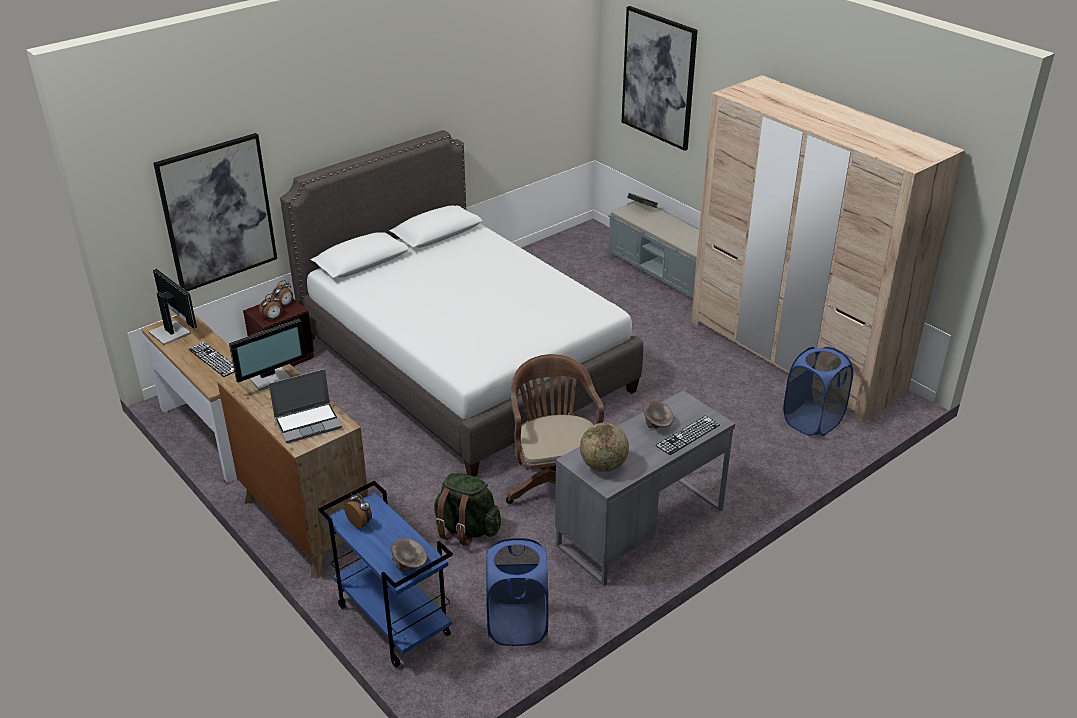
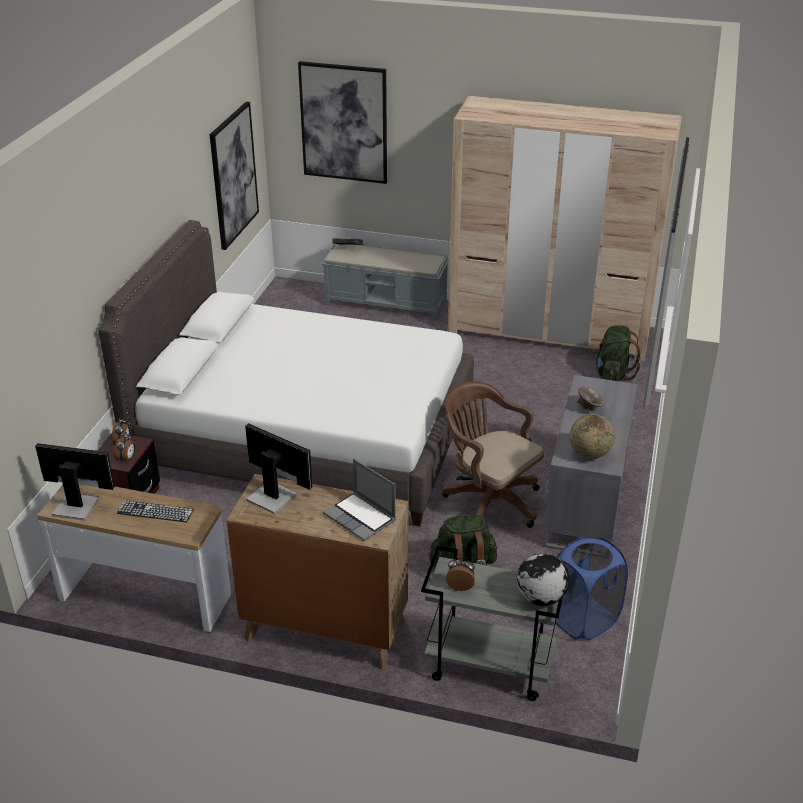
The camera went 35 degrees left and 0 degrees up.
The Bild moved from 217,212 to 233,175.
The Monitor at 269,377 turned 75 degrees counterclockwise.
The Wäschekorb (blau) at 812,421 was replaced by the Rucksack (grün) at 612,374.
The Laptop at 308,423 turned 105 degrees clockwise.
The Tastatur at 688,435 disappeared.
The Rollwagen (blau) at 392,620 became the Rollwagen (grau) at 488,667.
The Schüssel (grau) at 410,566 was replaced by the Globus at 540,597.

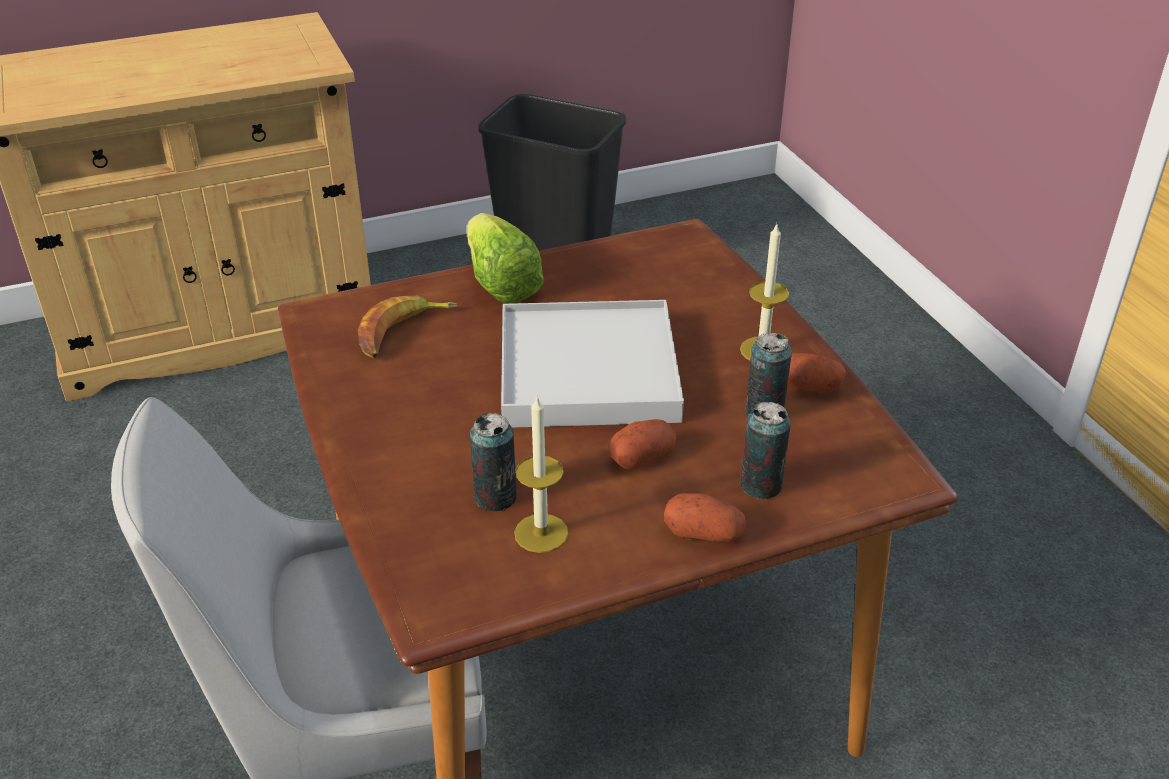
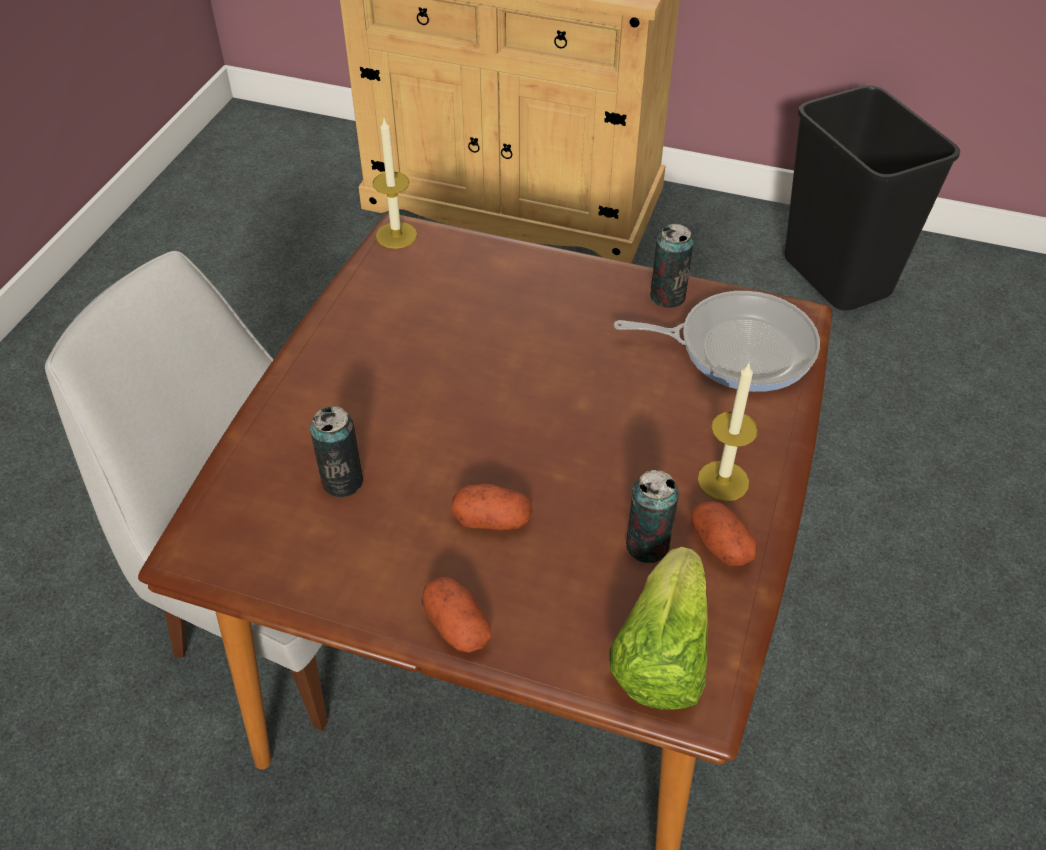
The camera went 40 degrees right and 10 degrees up.
The Salatkopf moved from 500,283 to 661,654.
The Banane at 402,332 disappeared.
The Tablett (weiß) at 587,371 disappeared.
The Kerze moved from 541,533 to 396,235.
The Dose moved from 761,485 to 667,296.
The Pfanne at 738,347 appeared.

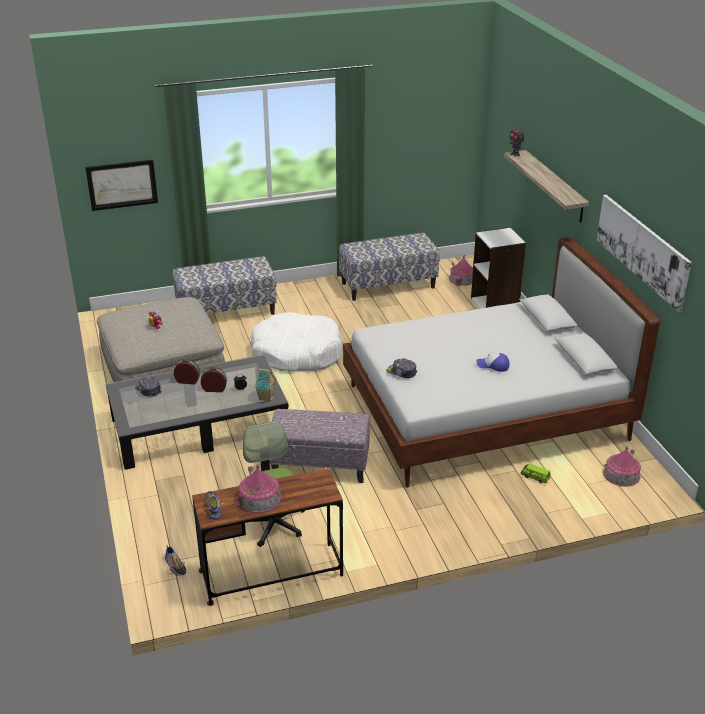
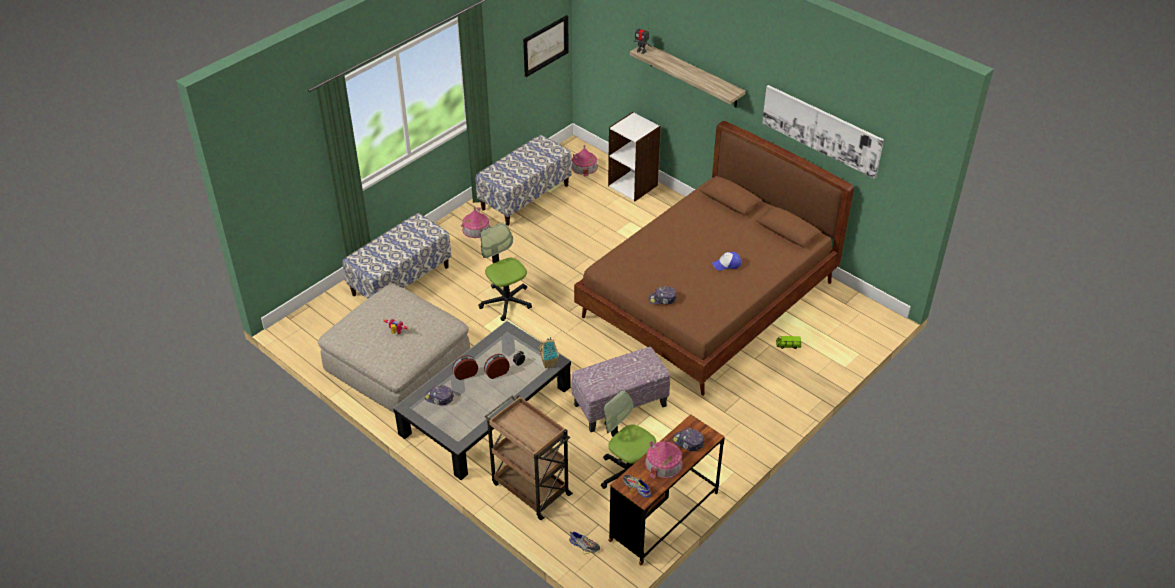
The camera went 30 degrees left and 10 degrees up.
The Bild moved from 122,184 to 545,45.
The Bett (weiß) at 484,413 became the Bett (braun) at 708,301.
The Hundebett (weiß) at 297,353 was replaced by the Bürostuhl at 506,301.
The Spielzeughaus moved from 621,474 to 476,228.
The Rollwagen (braun) at 530,488 appeared.
The Kappe at 688,442 appeared.

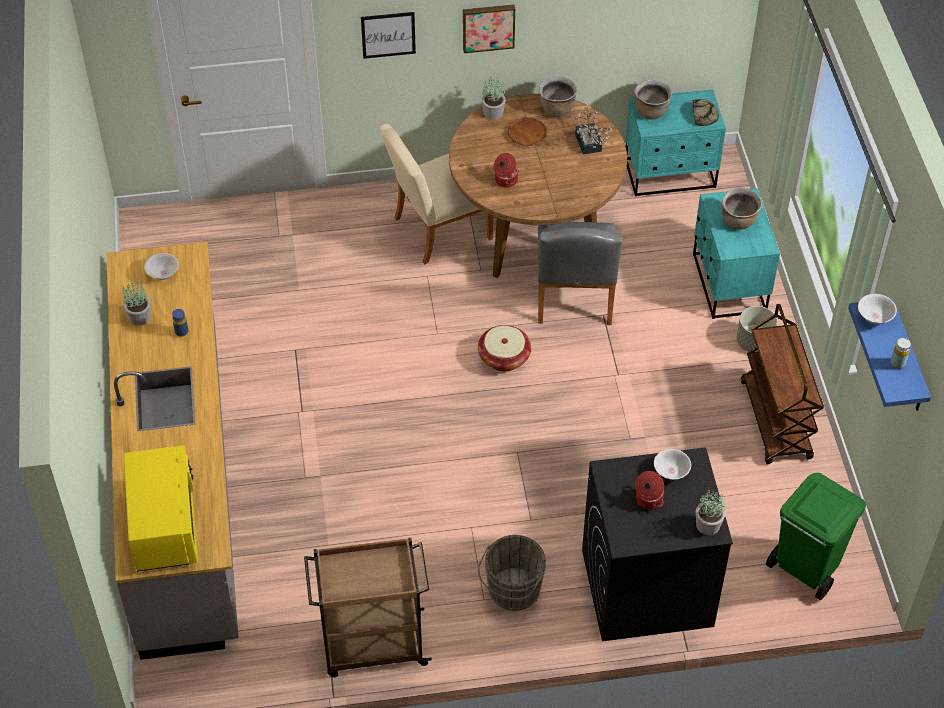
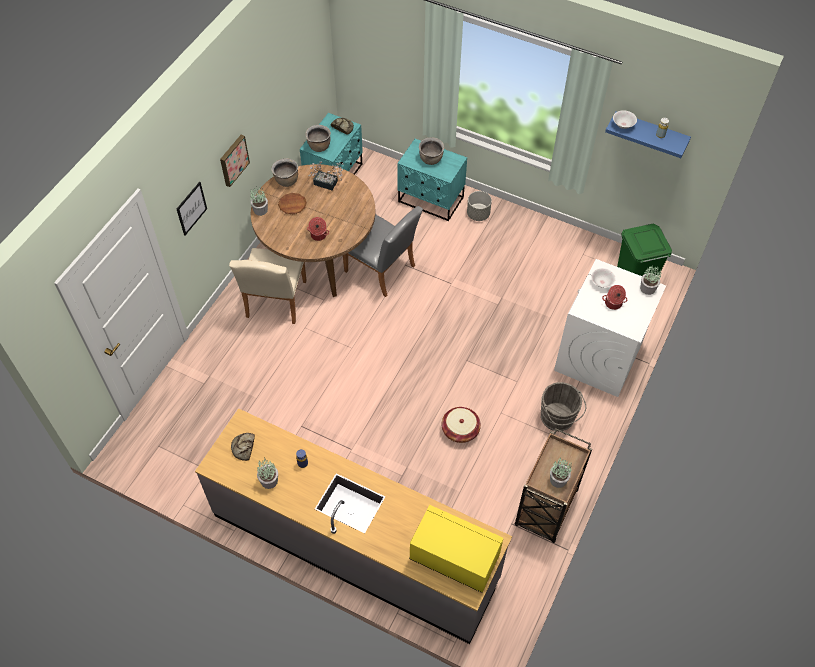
The camera went 55 degrees left and 5 degrees up.
The Schüssel (weiß) at 163,274 was replaced by the Brot at 244,448.
The Rollwagen (braun) at 776,421 disappeared.
The Korb moved from 504,357 to 460,430.
The Waschmaschine (schwarz) at 646,588 became the Waschmaschine (weiß) at 598,357.
The Topfpflanze at 558,480 appeared.

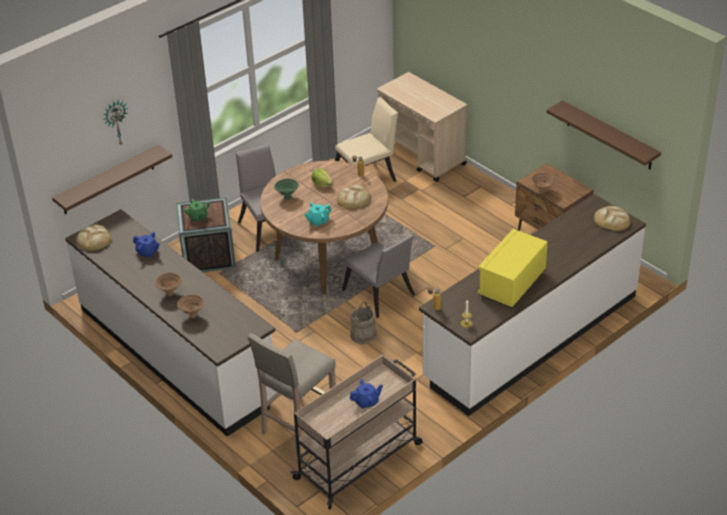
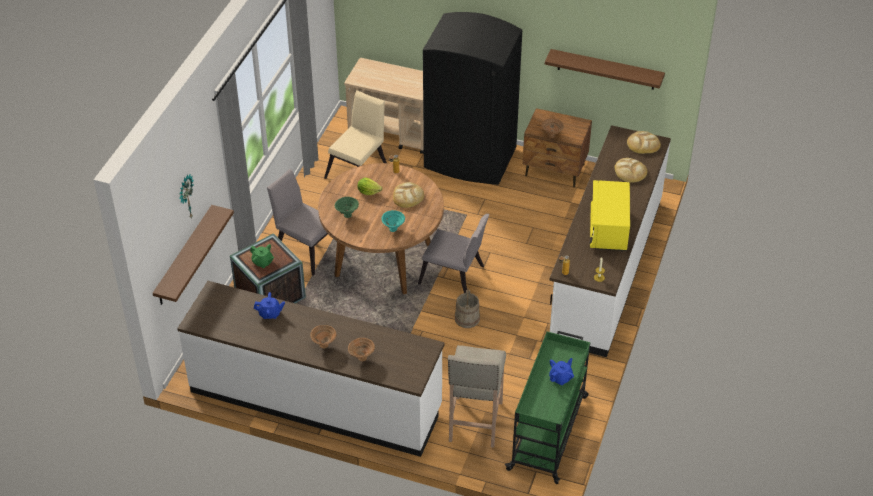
The camera went 30 degrees left and 5 degrees up.
The Teekanne (türkis) at 318,221 was replaced by the Schüssel (türkis) at 393,228.
The Brot moved from 94,240 to 630,172.
The Rollwagen (beige) at 359,460 became the Rollwagen (grün) at 548,431.
The Kühlschrank (schwarz) at 470,159 appeared.

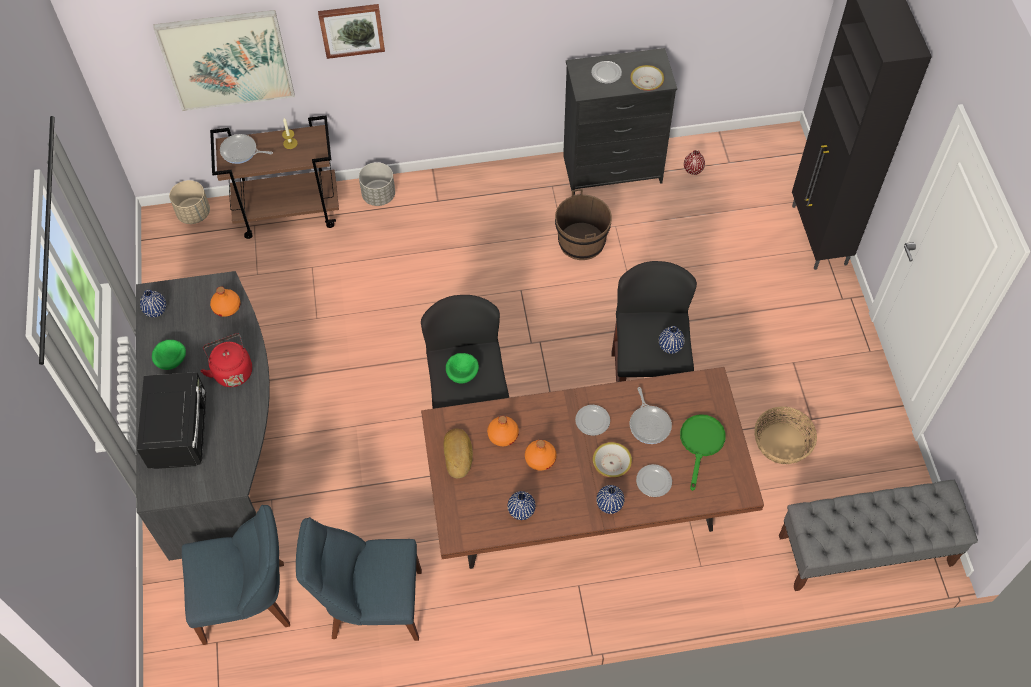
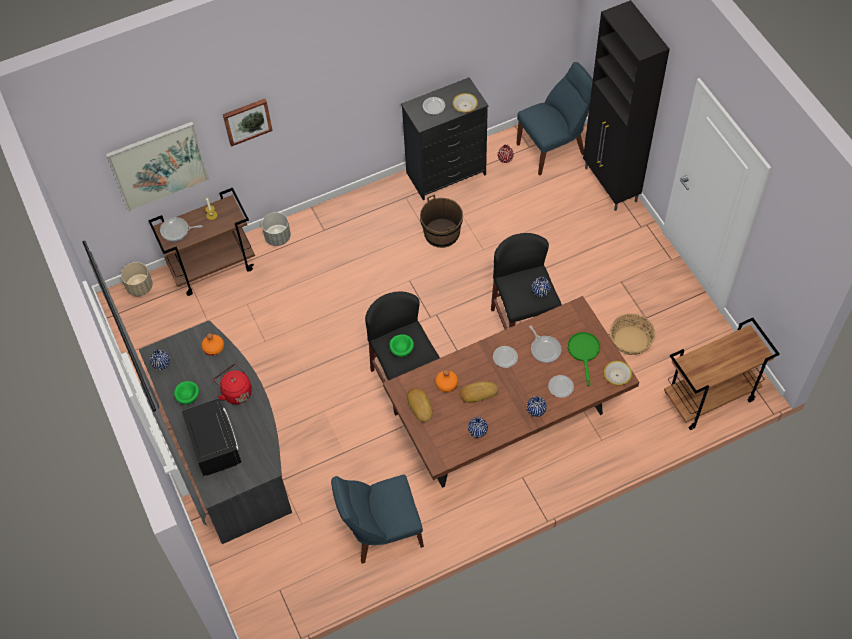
The camera went 15 degrees left and 0 degrees up.
The Flasche (orange) at 540,458 was replaced by the Brot at 478,393.
The Schüssel moved from 611,463 to 617,375.
The Bank (grau) at 864,550 was replaced by the Rollwagen (braun) at 709,398.
The Stuhl (blau) moved from 249,601 to 553,148.

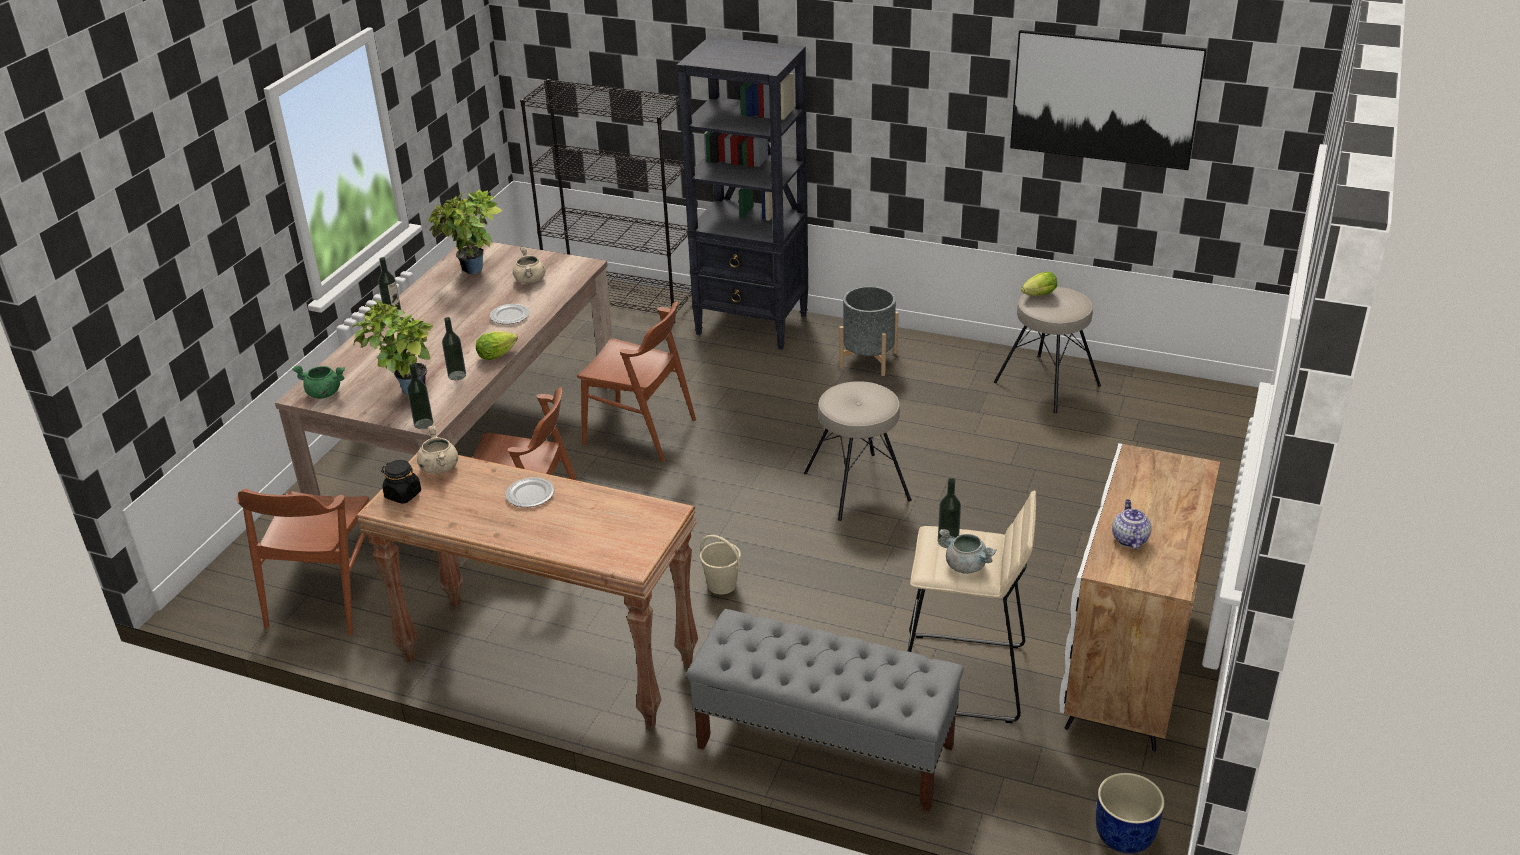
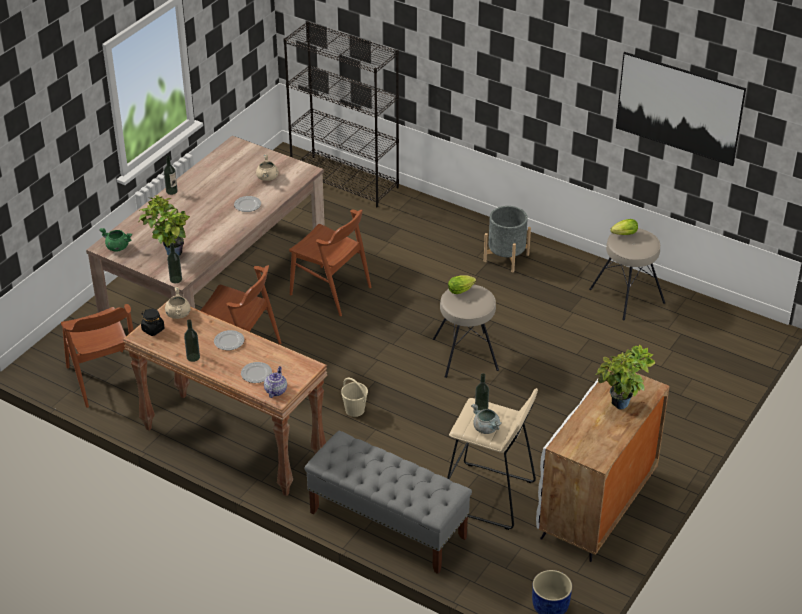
The camera went 10 degrees right and 5 degrees up.
The Bücherregal (schwarz) at 753,325 disappeared.
The Topfpflanze moved from 473,272 to 621,407.
The Flasche moved from 457,375 to 193,357.
The Salatkopf moved from 499,354 to 462,290.
The Stuhl (braun) at 327,597 turned 45 degrees counterclockwise.
The Teekanne moved from 1129,539 to 275,390.
The Teller at 256,374 appeared.

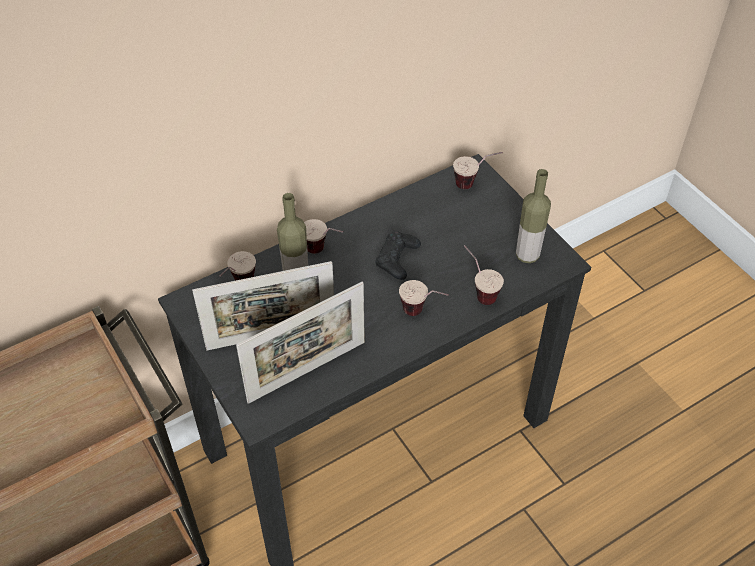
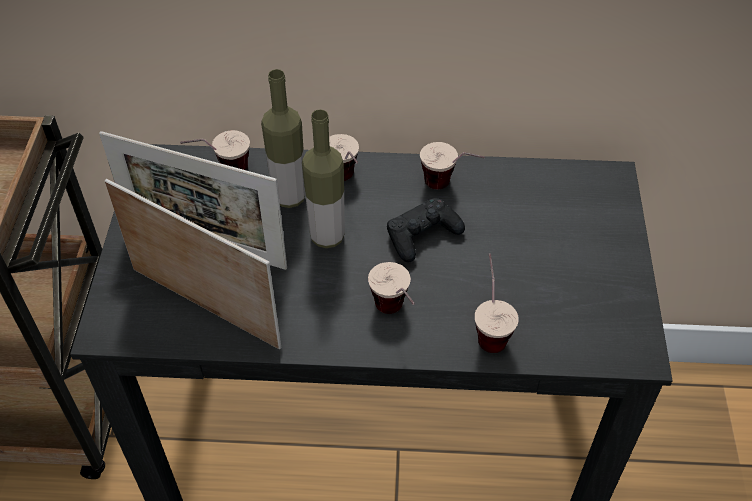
The camera went 35 degrees right and 0 degrees up.
The Tasse moved from 475,183 to 449,187.
The Flasche moved from 527,255 to 327,237.
The Bilderrahmen at 307,371 turned 150 degrees counterclockwise.

